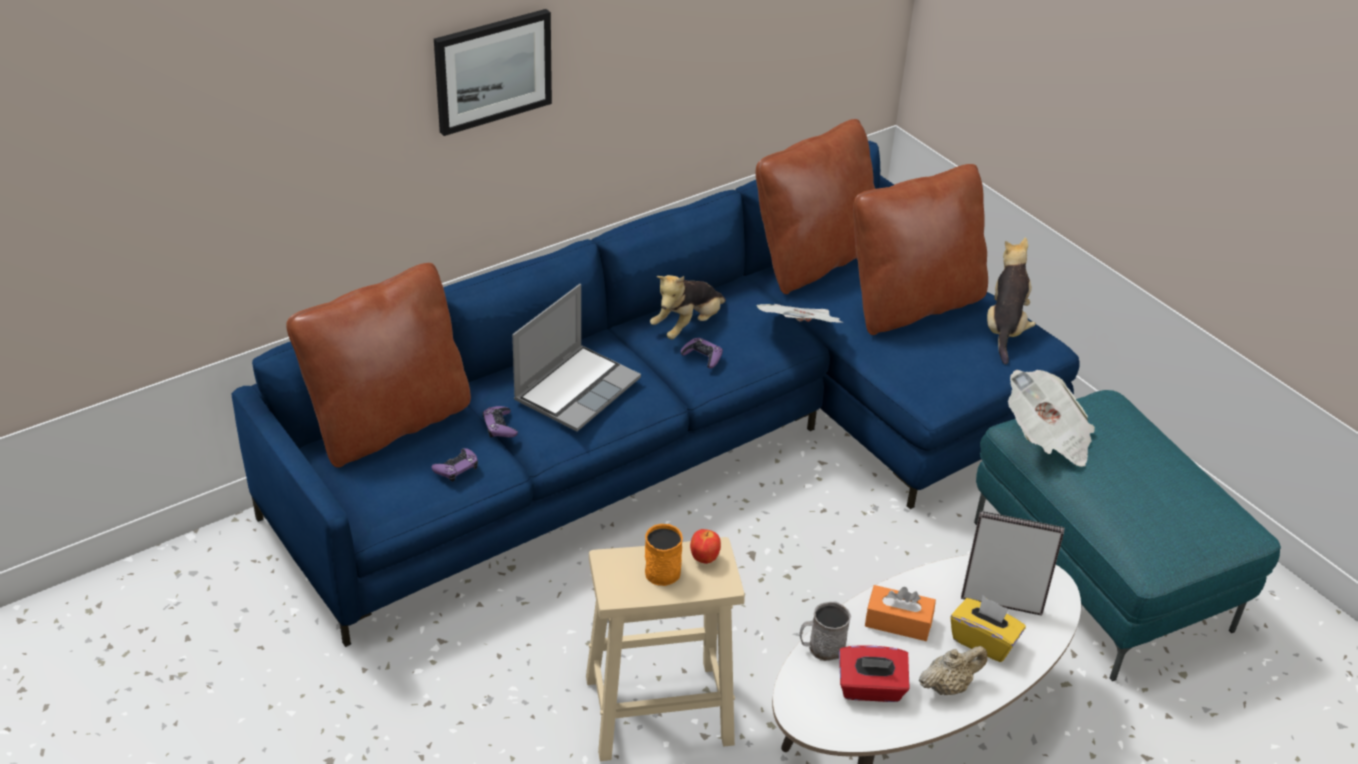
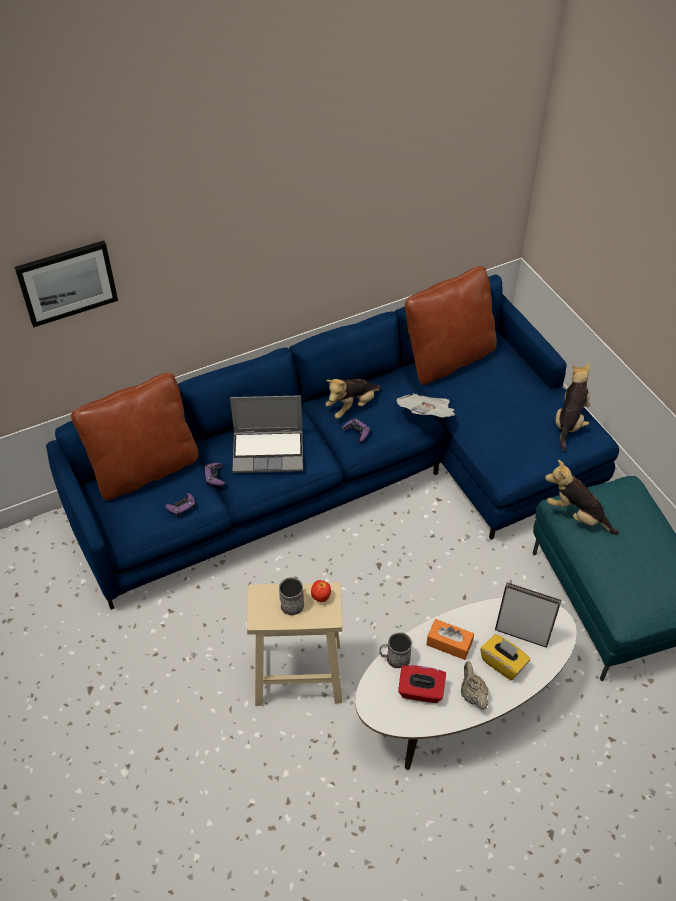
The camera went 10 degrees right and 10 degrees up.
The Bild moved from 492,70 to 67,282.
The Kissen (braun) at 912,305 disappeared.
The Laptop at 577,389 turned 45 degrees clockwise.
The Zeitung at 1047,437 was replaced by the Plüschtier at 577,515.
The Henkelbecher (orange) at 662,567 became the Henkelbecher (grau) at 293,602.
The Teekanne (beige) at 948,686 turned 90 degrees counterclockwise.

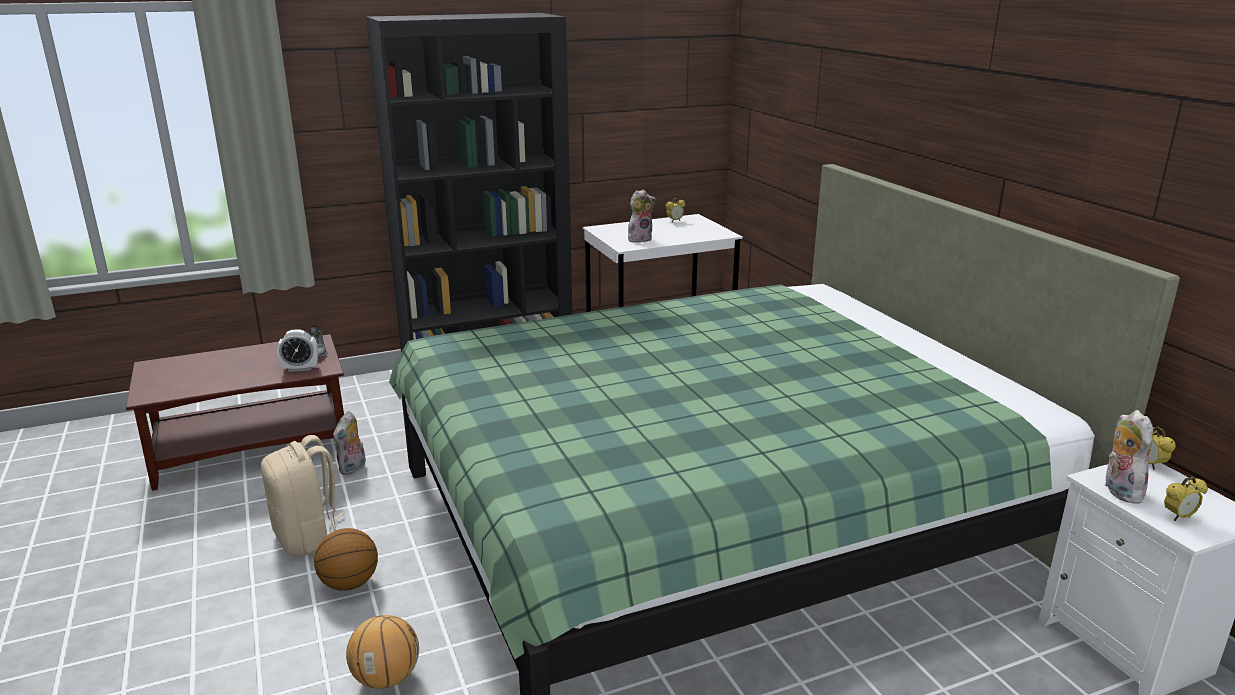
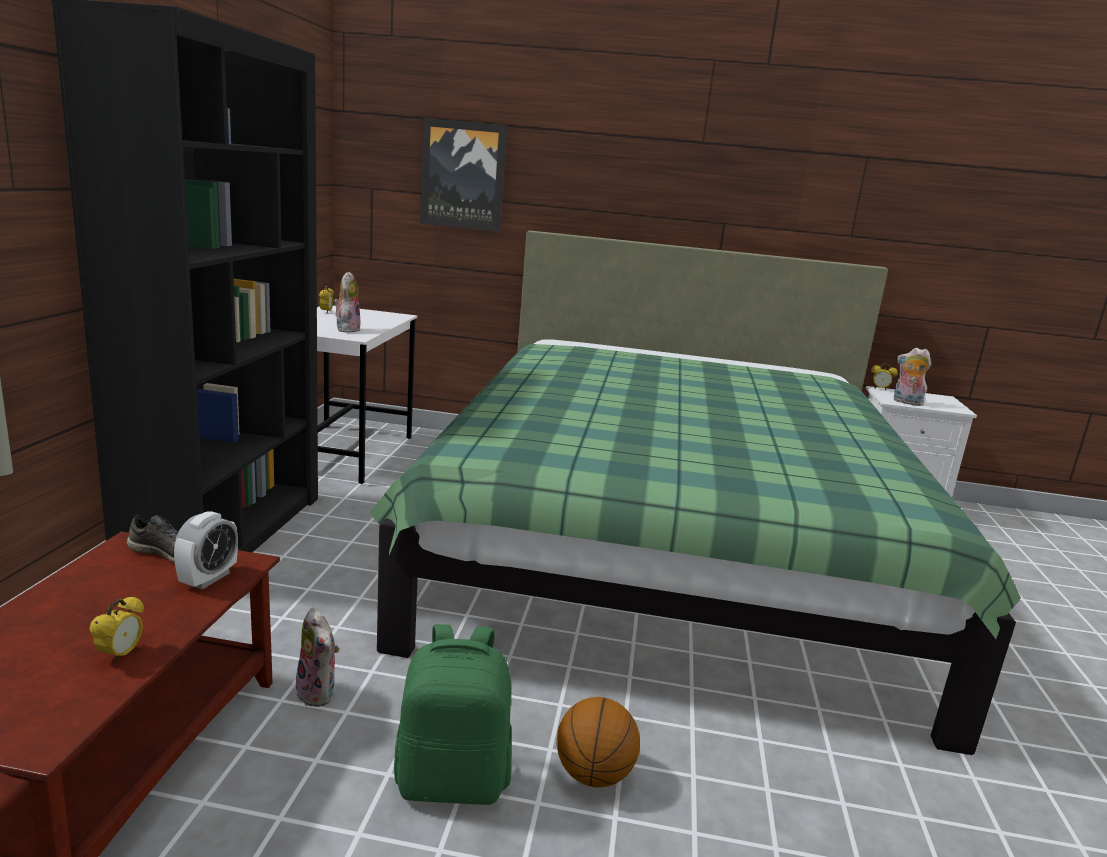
The camera went 60 degrees left and 5 degrees down.
The Rucksack (beige) at 309,537 became the Rucksack (grün) at 453,780.
The Wecker moved from 1178,517 to 121,655.
The Basketball at 386,678 disappeared.
The Bild at 463,175 appeared.

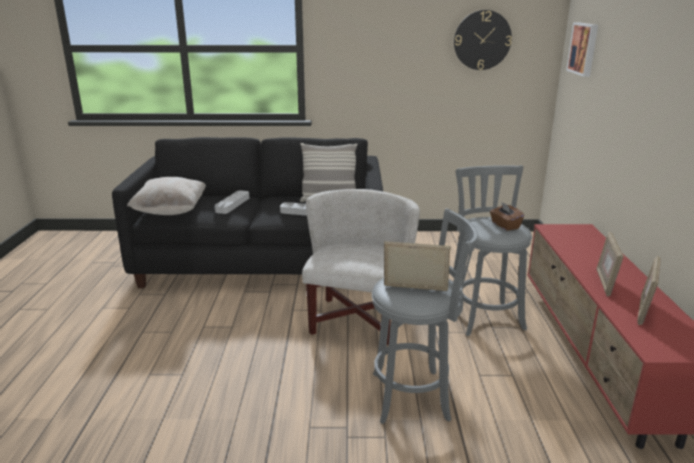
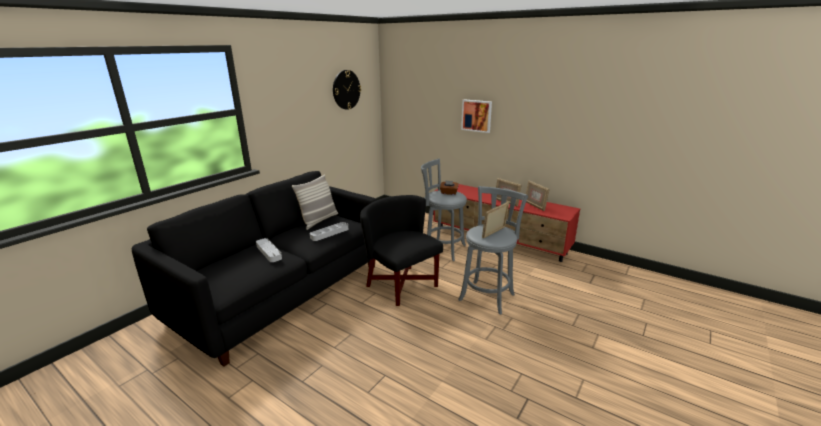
The camera went 55 degrees left and 0 degrees up.
The Bild moved from 584,48 to 477,115.
The Kissen (beige) at 171,211 disappeared.
The Sessel (weiß) at 357,320 became the Sessel (schwarz) at 402,285.

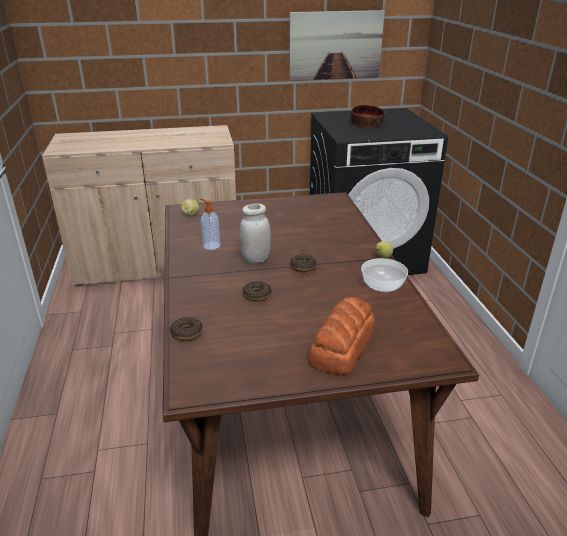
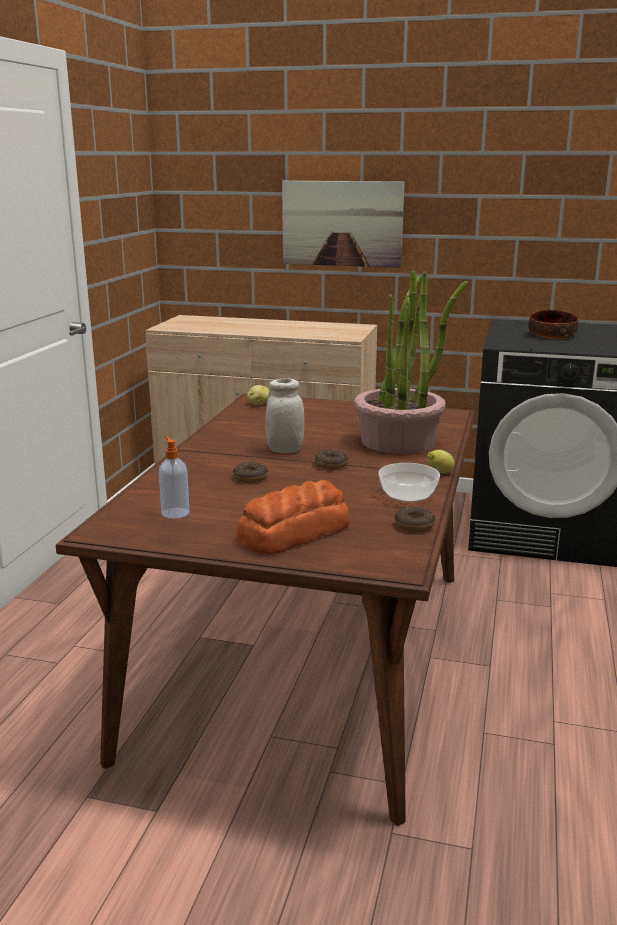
The camera went 25 degrees right and 10 degrees down.
The Bild moved from 335,45 to 342,223.
The Seifenspender moved from 211,245 to 175,513.
The Donut moved from 187,333 to 414,525.
The Topfpflanze at 399,441 appeared.

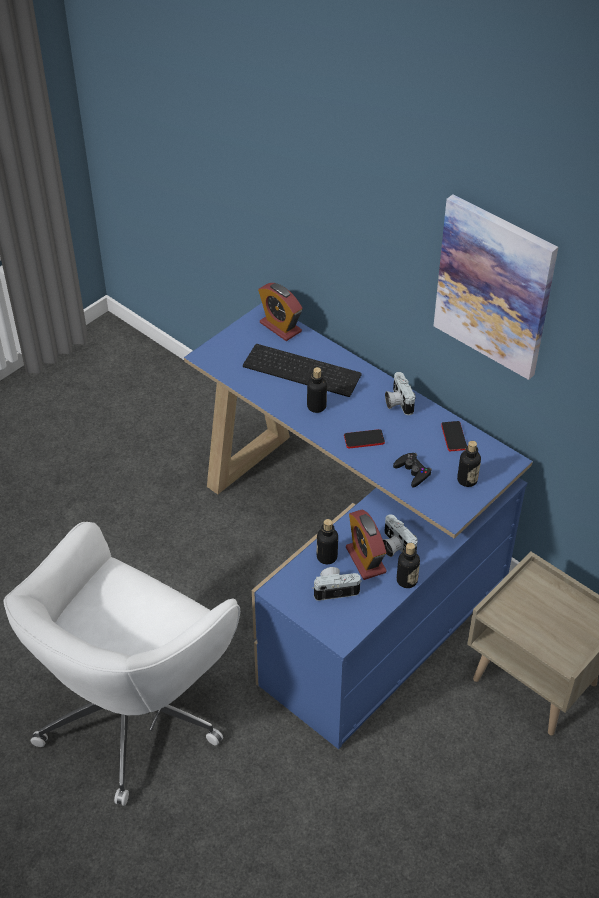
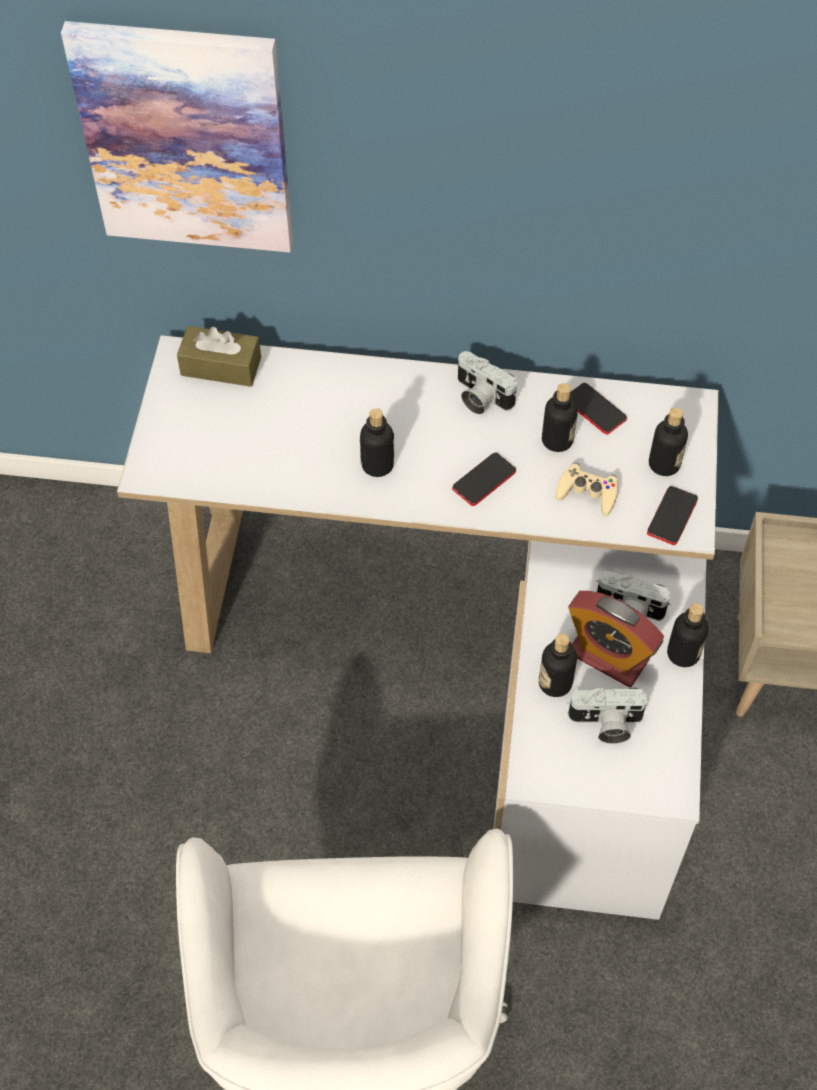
The camera went 35 degrees left and 10 degrees up.
The Bild moved from 494,286 to 186,138.
The Wecker at 280,327 was replaced by the Taschentuchbox (braun) at 221,366.
The Schreibtisch (blau) at 347,566 became the Schreibtisch (weiß) at 466,655.
The Tastatur at 303,369 disappeared.
The Gamepad (schwarz) at 412,472 became the Gamepad (beige) at 587,493.
The Kamera at 335,589 turned 135 degrees counterclockwise.
The Flasche at 557,440 appeared.
The Handy at 672,516 appeared.

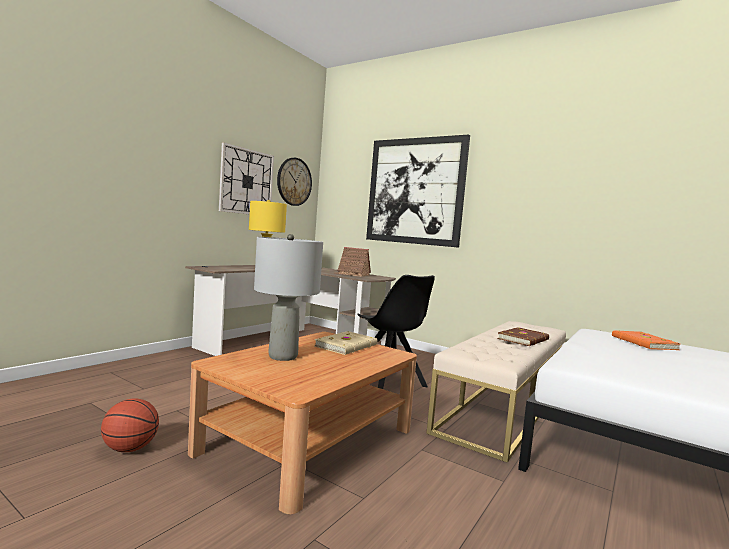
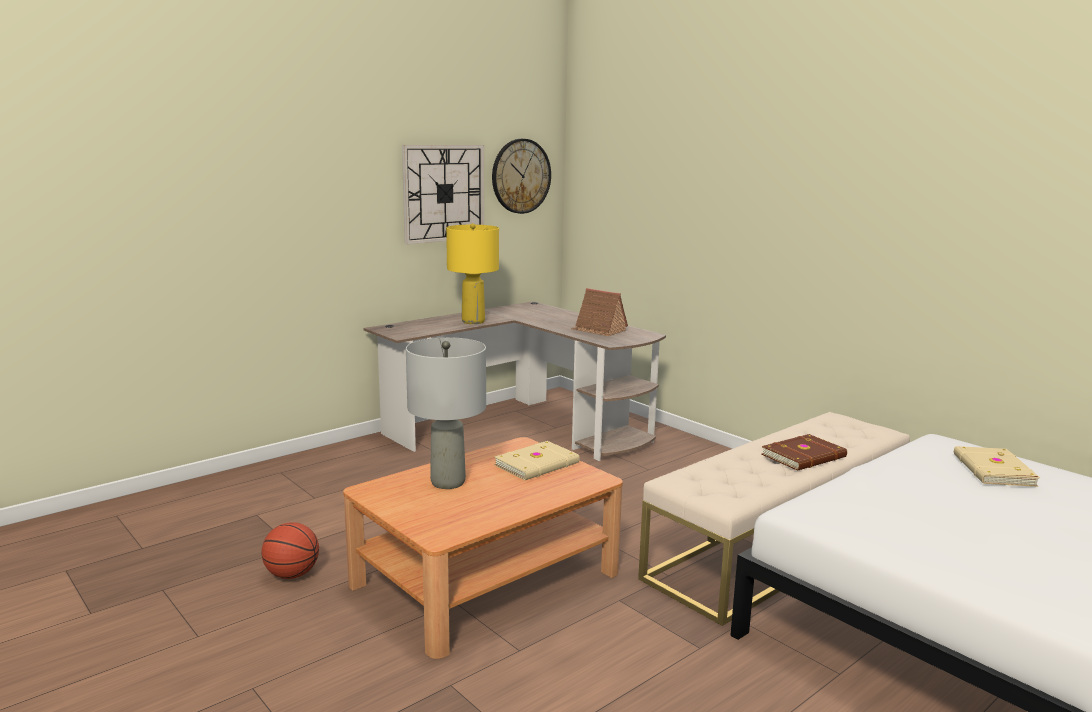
The camera went 15 degrees right and 10 degrees up.
The Bild at 415,191 disappeared.
The Stuhl (schwarz) at 388,381 disappeared.
The Buch (orange) at 643,343 became the Buch (beige) at 992,470.

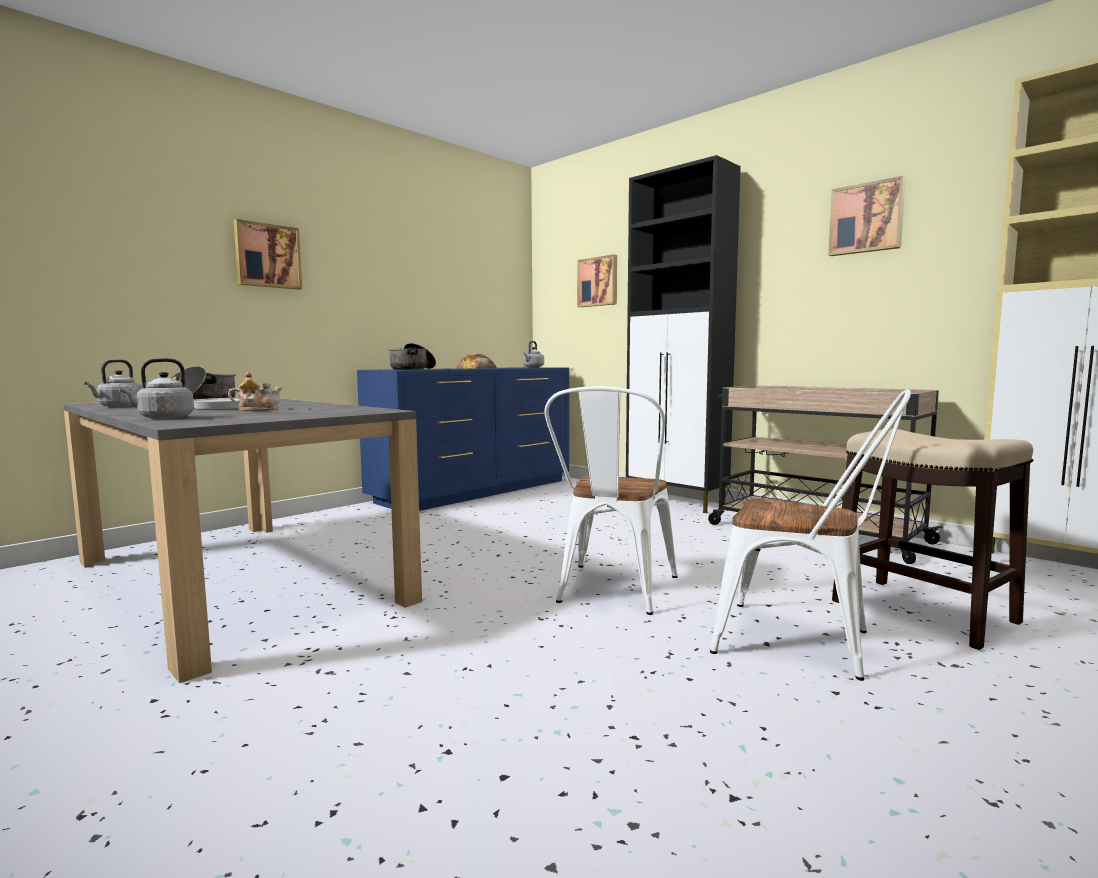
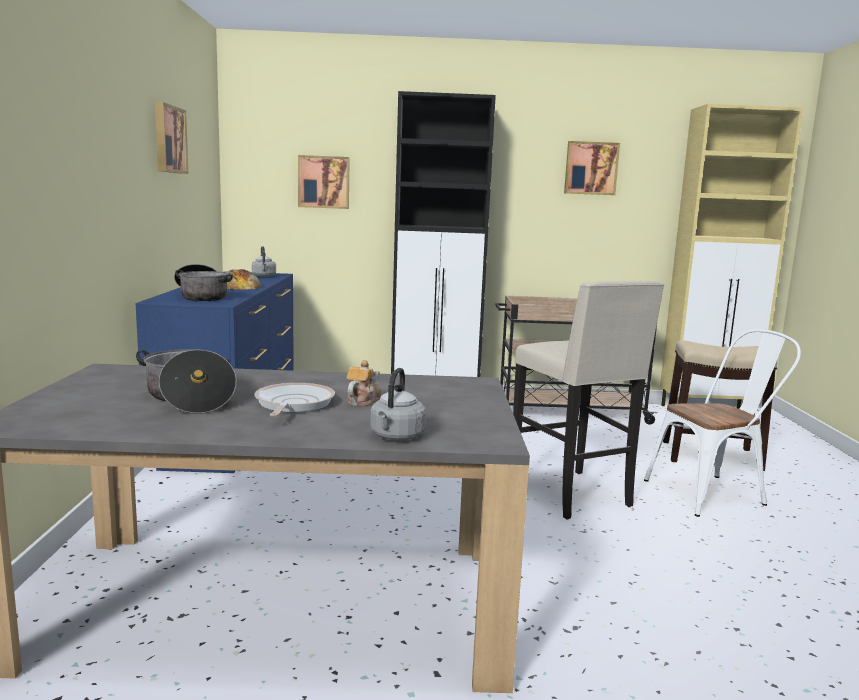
The camera went 45 degrees left and 5 degrees up.
The Bild moved from 267,256 to 168,139.
The Wasserkessel (grau) at 119,407 disappeared.
The Stuhl (weiß) at 612,592 was replaced by the Hocker (beige) at 573,495.

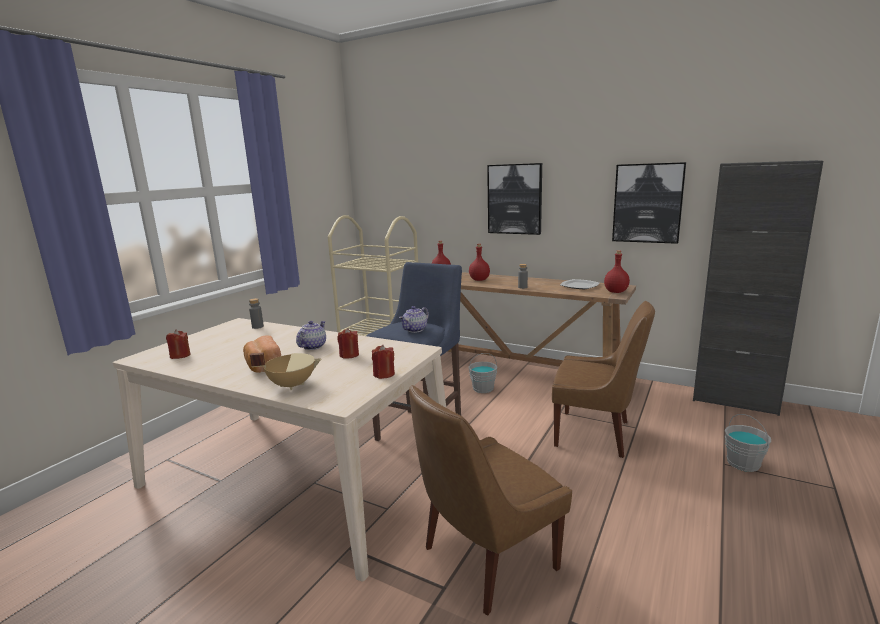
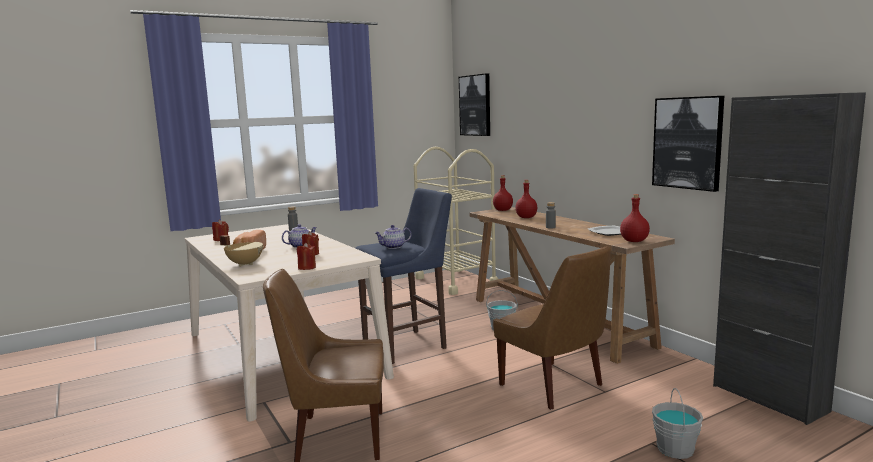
The camera went 30 degrees right and 5 degrees down.
The Bild moved from 514,199 to 475,105.

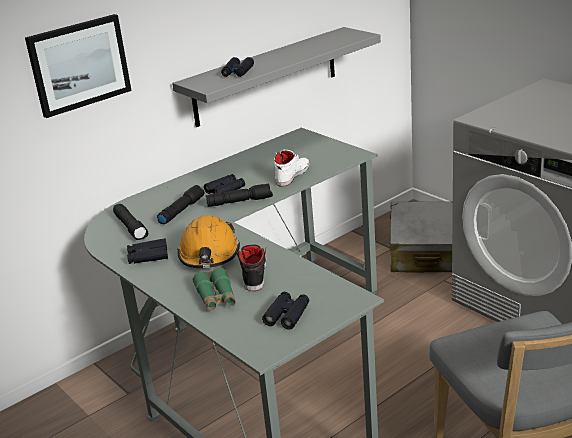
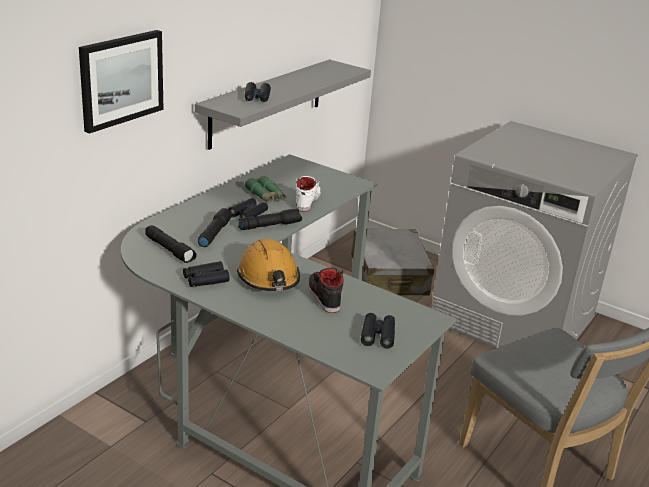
The camera went 20 degrees left and 0 degrees up.
The Fernglas (grün) moved from 216,297 to 266,196.

